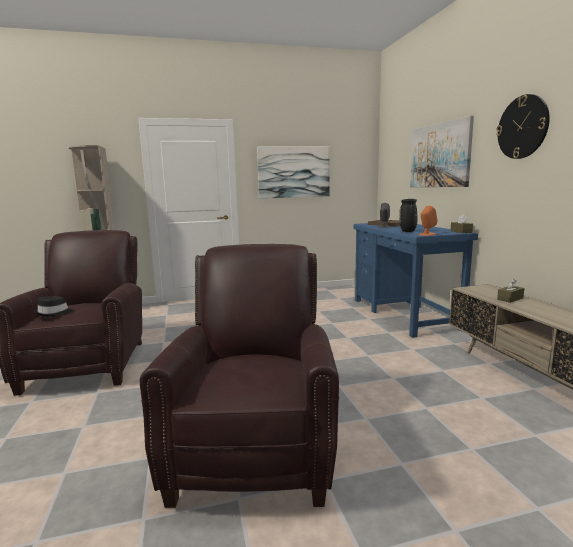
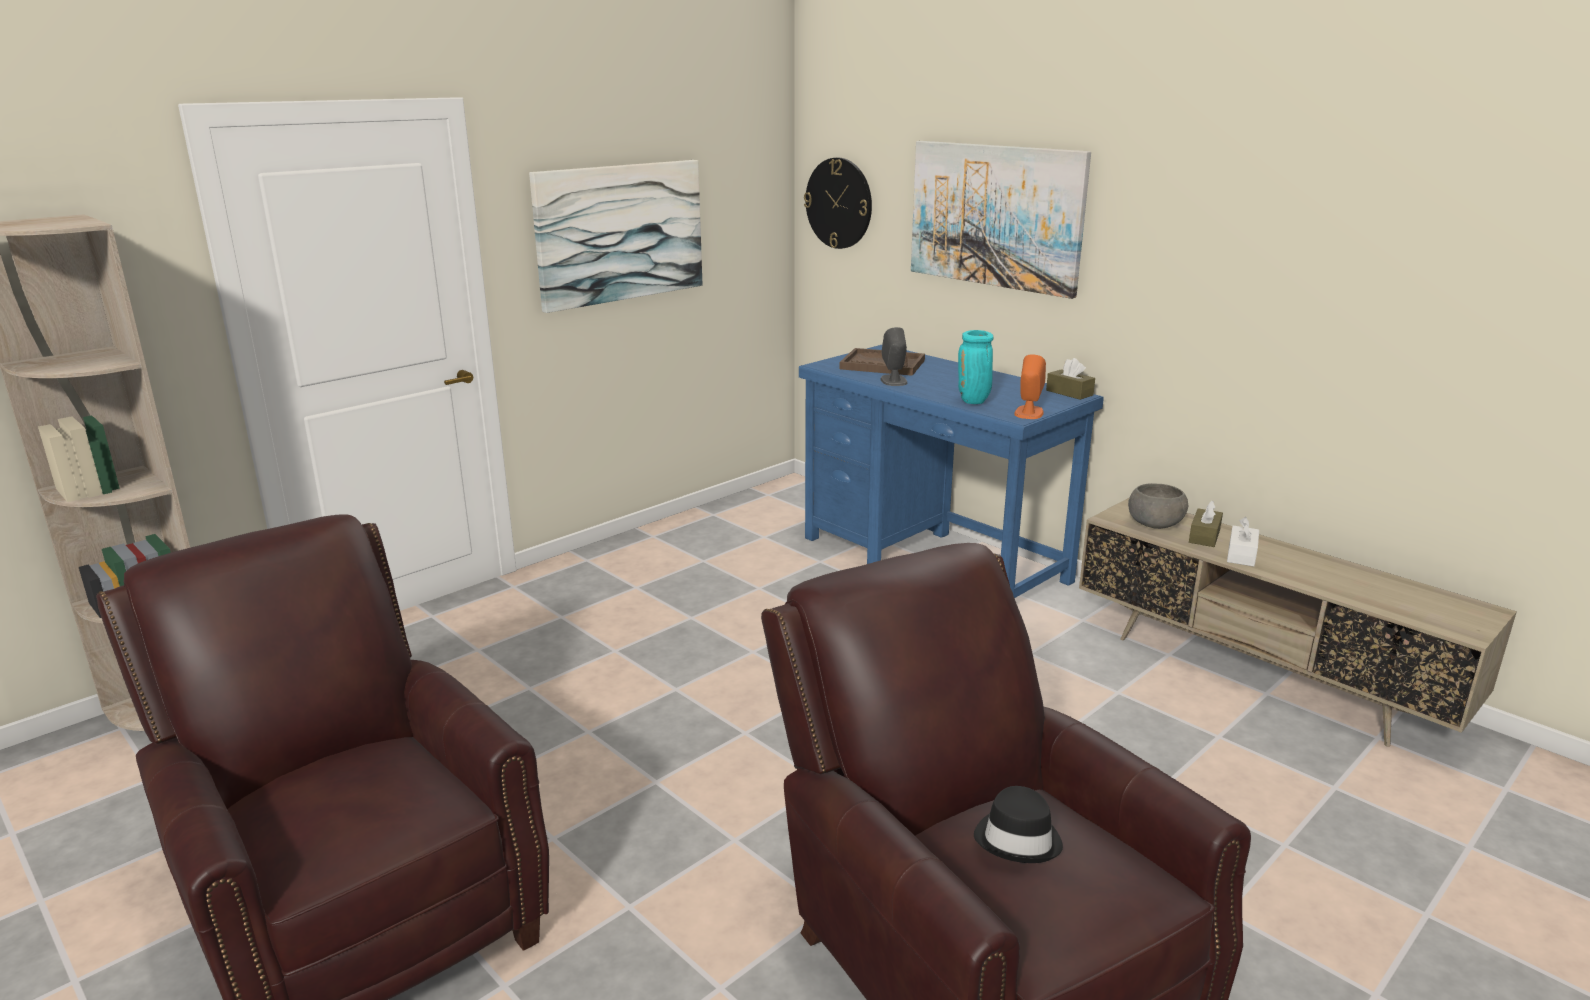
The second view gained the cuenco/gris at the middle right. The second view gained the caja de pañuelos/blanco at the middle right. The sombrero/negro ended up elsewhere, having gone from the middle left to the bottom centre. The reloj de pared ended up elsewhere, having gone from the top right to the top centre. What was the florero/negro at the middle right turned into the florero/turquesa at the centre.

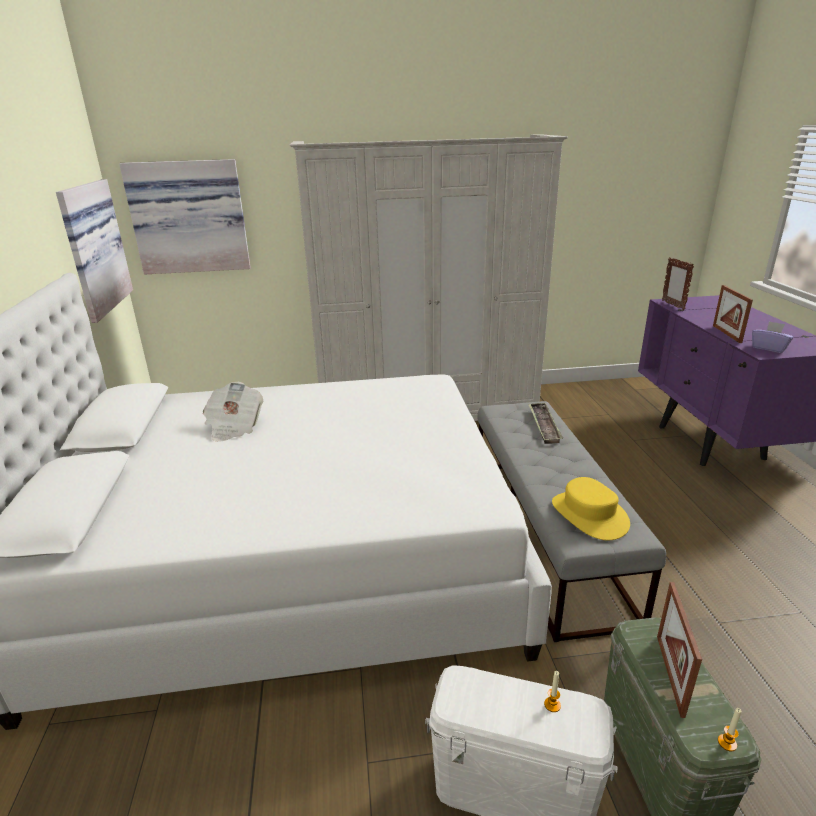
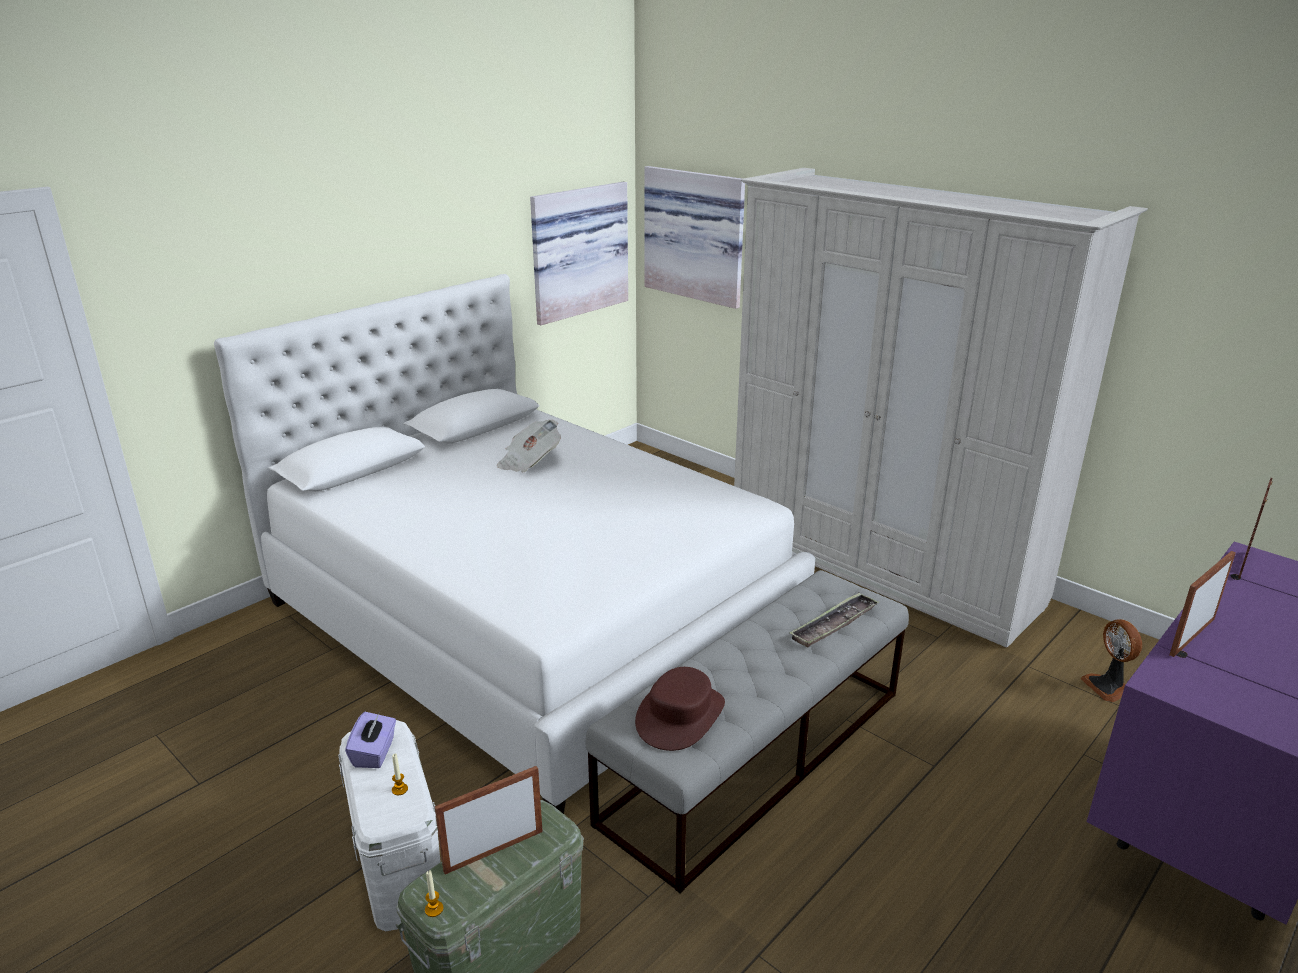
The second view gained the ventilador at the bottom right. The caja de pañuelos/morado ended up elsewhere, having gone from the middle right to the bottom left. What was the sombrero/amarillo at the middle right turned into the sombrero/marrón at the bottom centre.

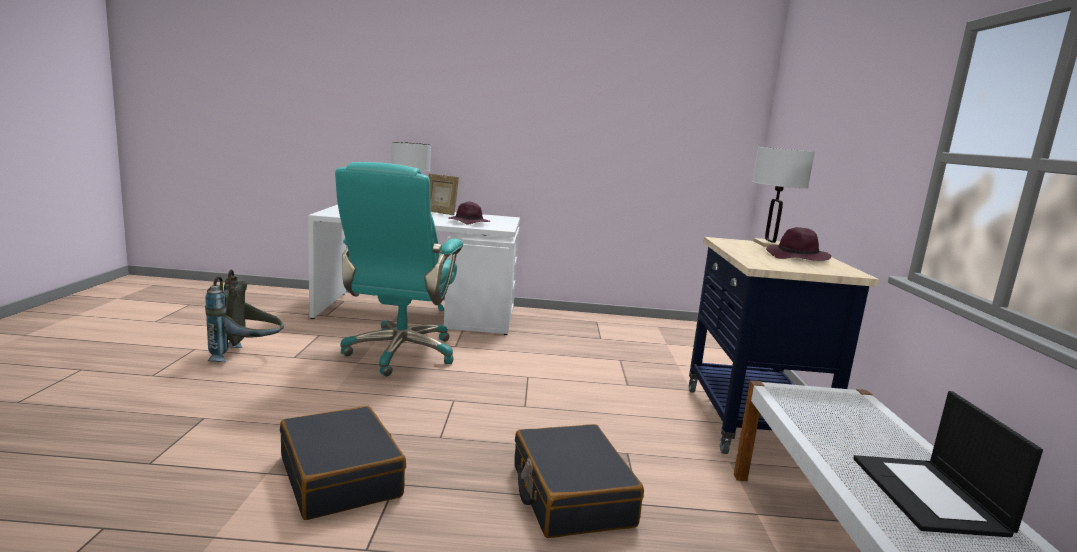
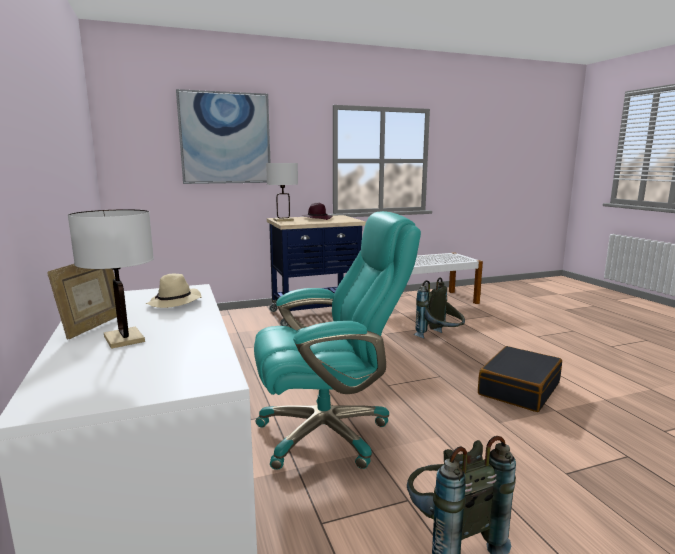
The second view lost the portátil at the bottom right. The second view gained the cuadro at the top left. Where the maleta/negro (2nd from left) stood at the bottom centre, the mochila/gris (1st from left) came to stand at the centre. What was the sombrero/morado (1st from left) at the centre turned into the sombrero/beis at the middle left.

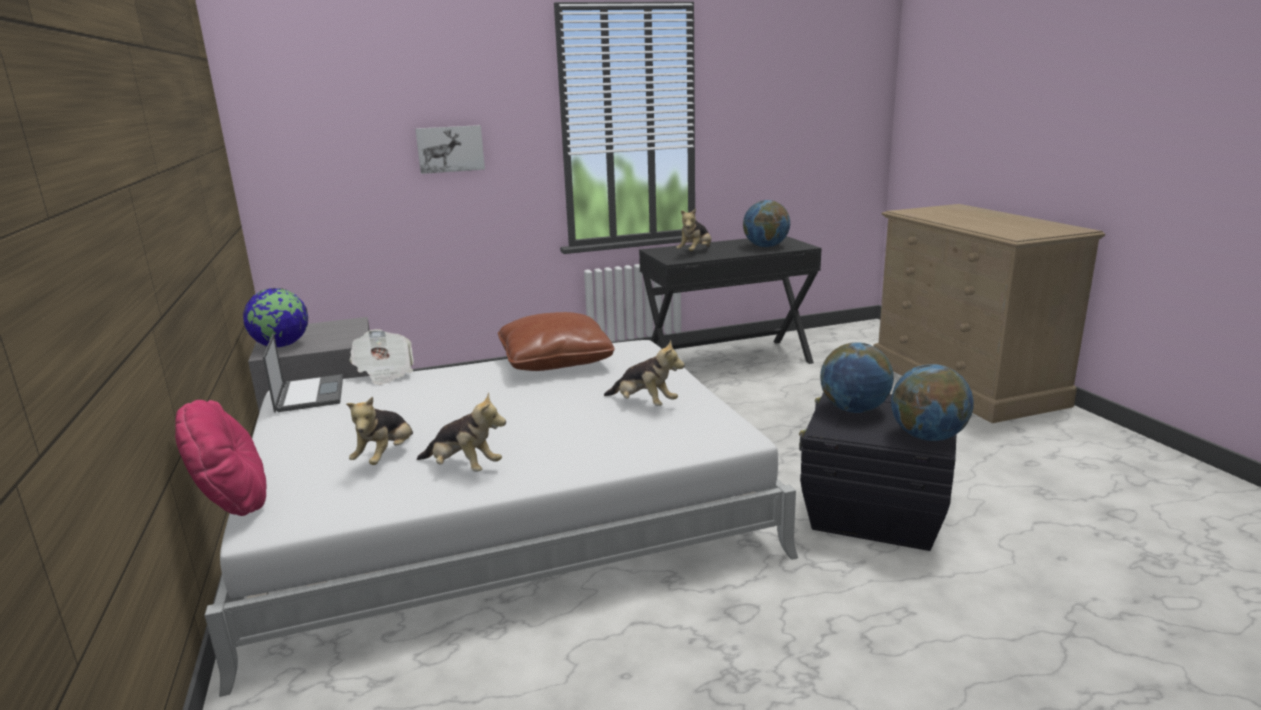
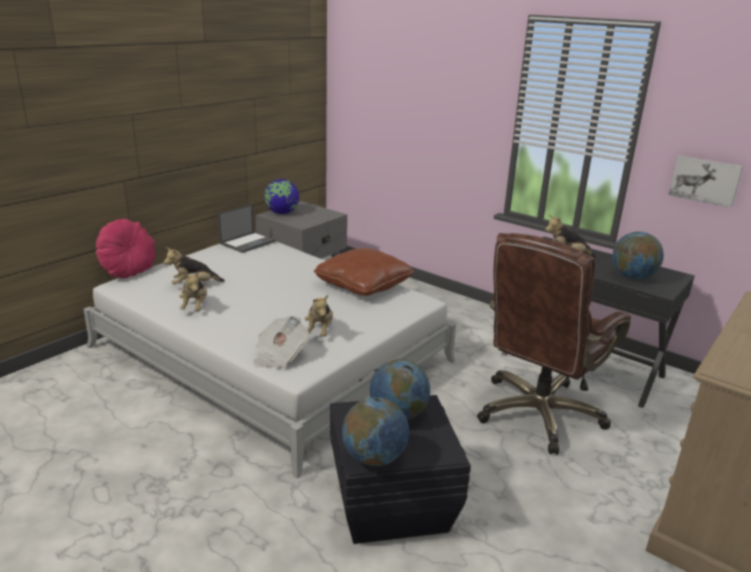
The second view gained the silla de oficina/marrón at the middle right. The periódico ended up elsewhere, having gone from the middle left to the centre. The cuadro ended up elsewhere, having gone from the top centre to the top right.

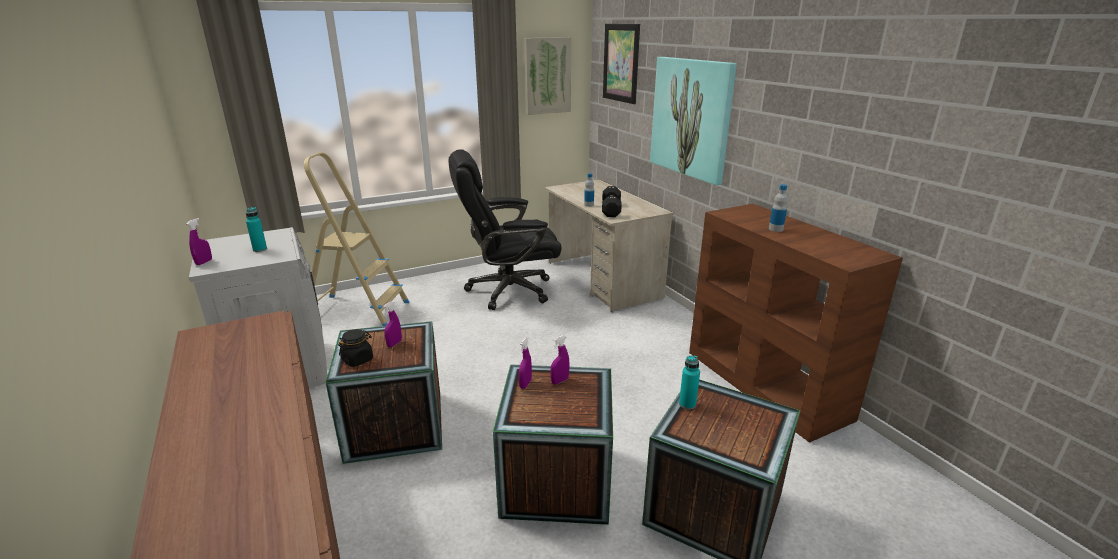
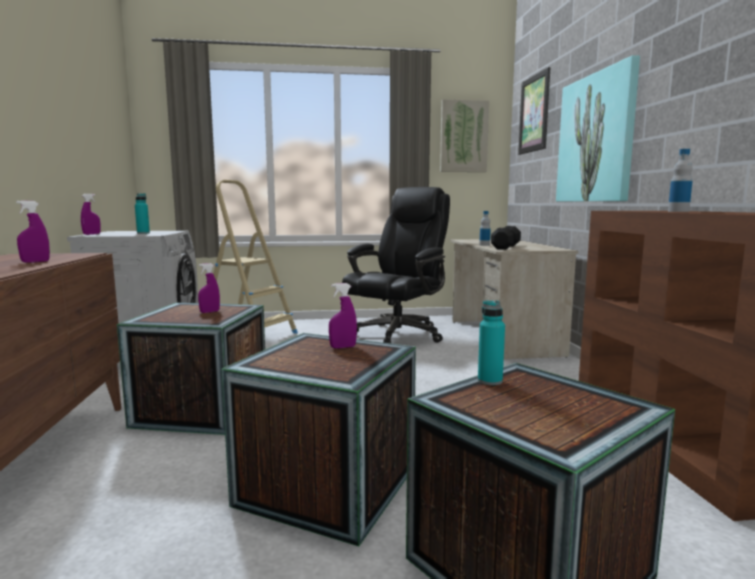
The second view lost the tarro/negro at the middle left. The pulverizador/morado (3rd from left in the first image) ended up elsewhere, having gone from the centre to the middle left. The silla de oficina/negro at the centre ended up facing another way, 120 degrees clockwise from before.

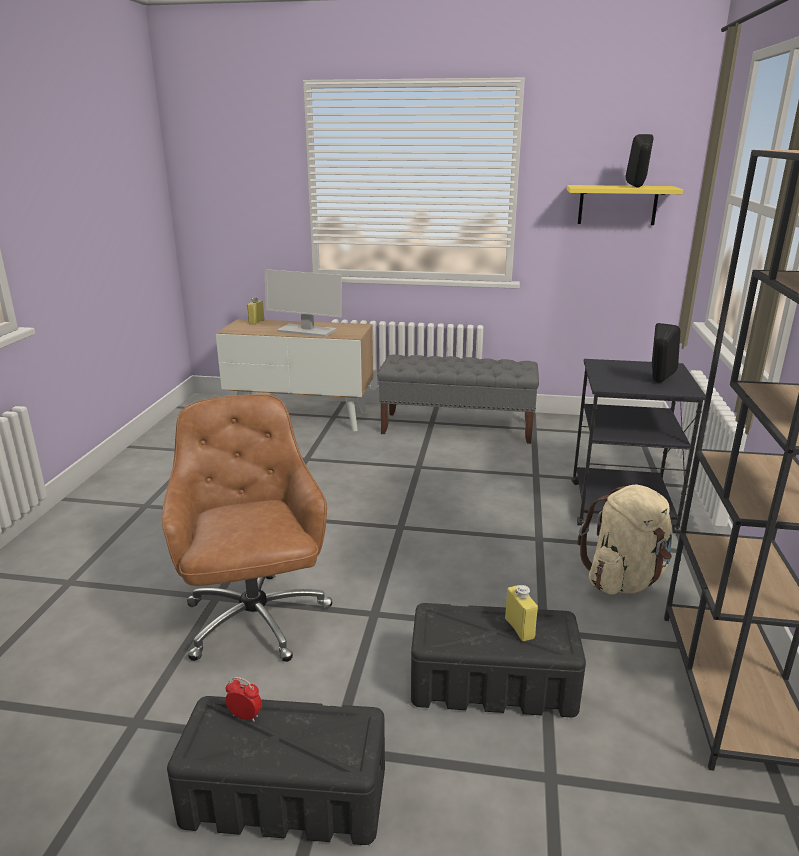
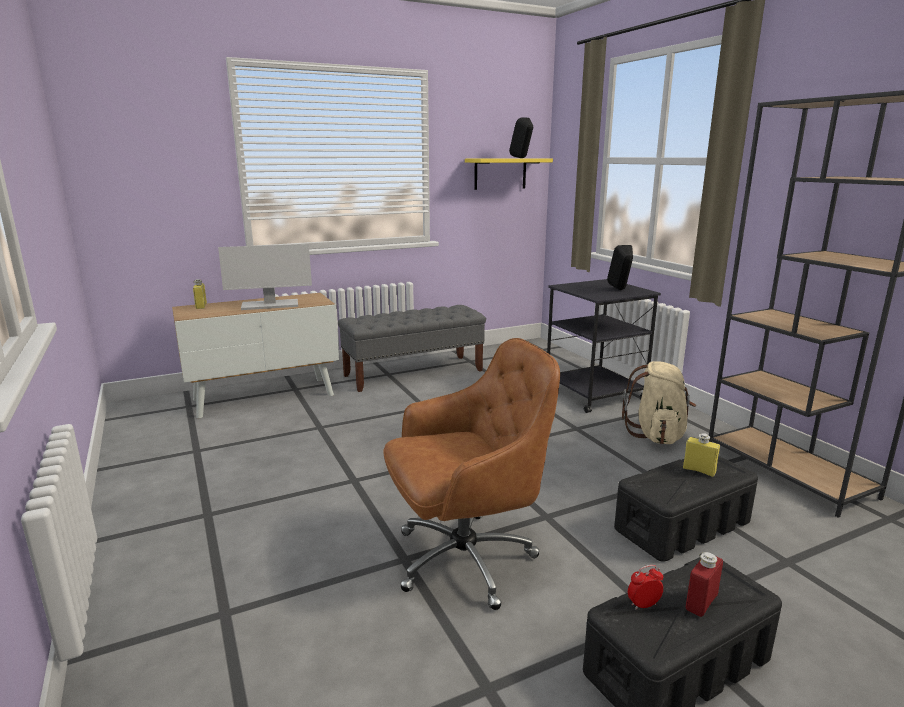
The second view gained the botella/rojo at the bottom right. The silla de oficina/marrón at the middle left ended up facing another way, 120 degrees clockwise from before.

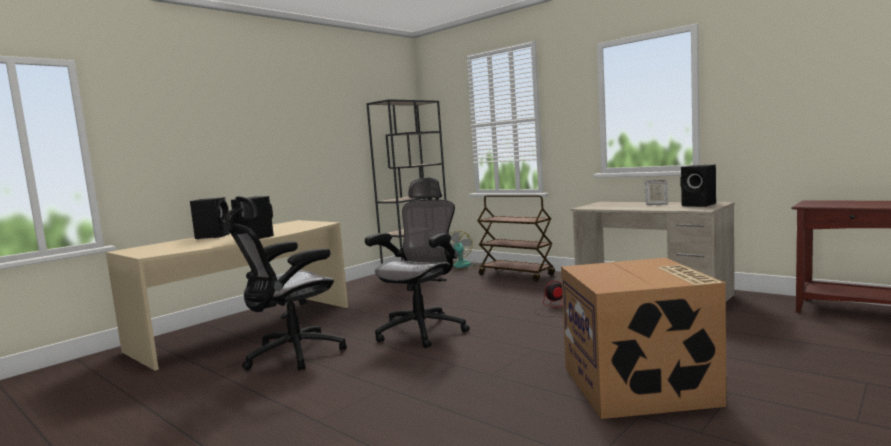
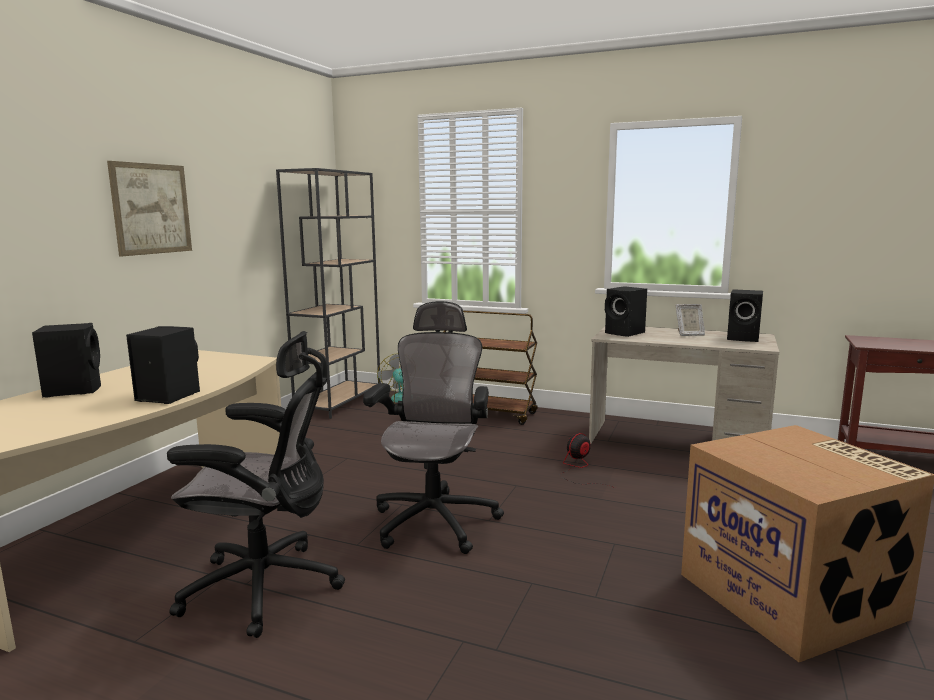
The second view gained the cuadro at the top left. The second view gained the altavoz/negro (3rd from left) at the middle right. The silla de oficina (1st from left) at the middle left ended up facing another way, 120 degrees counterclockwise from before.

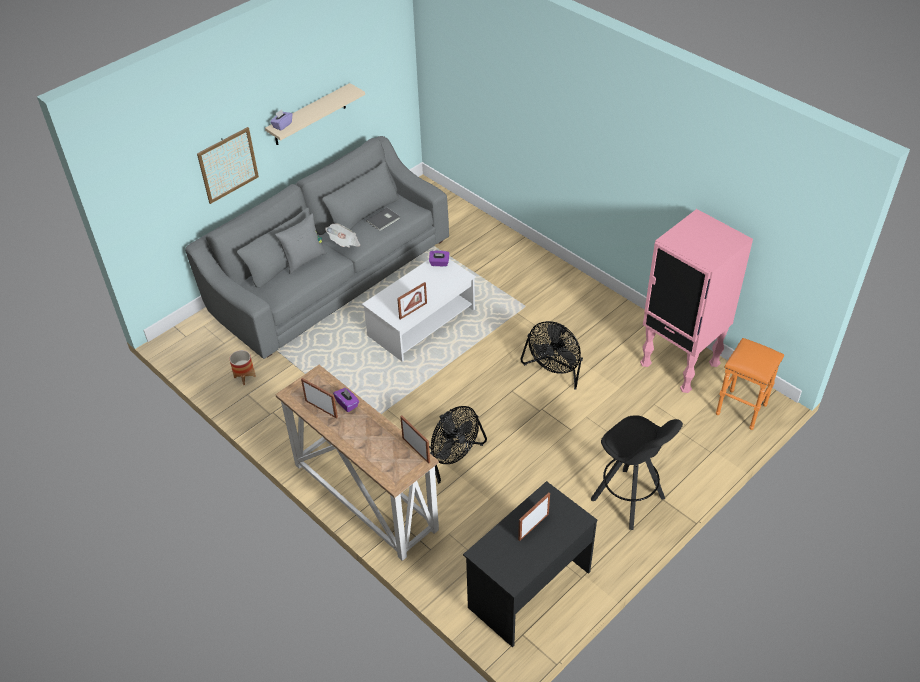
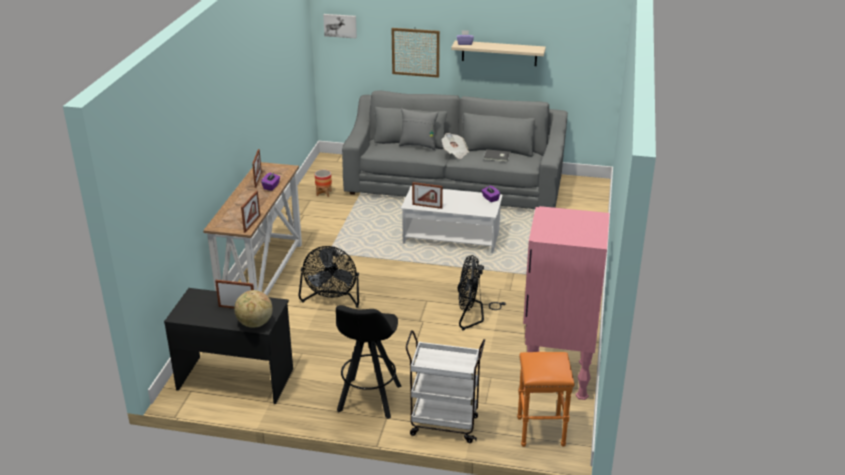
The second view gained the globo terráqueo at the middle left. The second view gained the cuadro (1st from left) at the top centre. The second view gained the carrito/blanco at the bottom centre.

